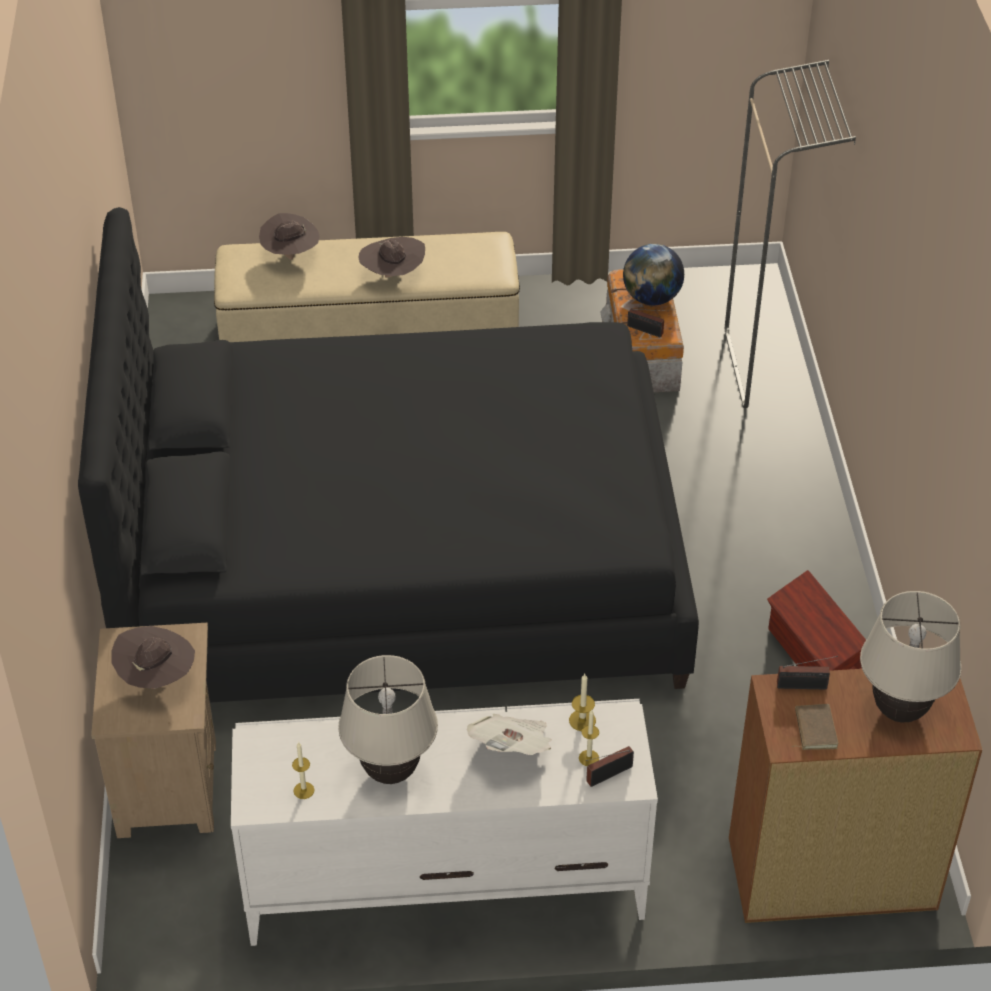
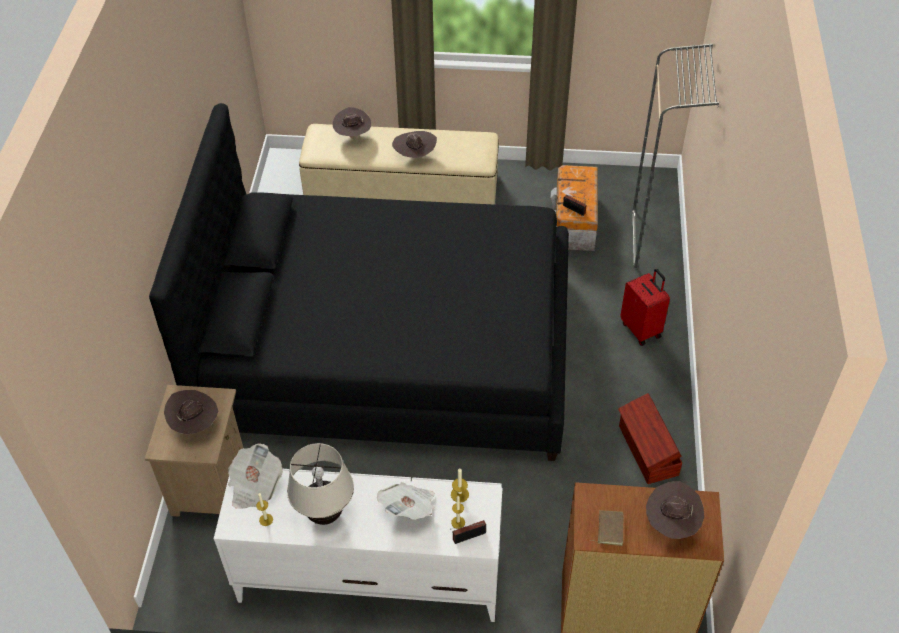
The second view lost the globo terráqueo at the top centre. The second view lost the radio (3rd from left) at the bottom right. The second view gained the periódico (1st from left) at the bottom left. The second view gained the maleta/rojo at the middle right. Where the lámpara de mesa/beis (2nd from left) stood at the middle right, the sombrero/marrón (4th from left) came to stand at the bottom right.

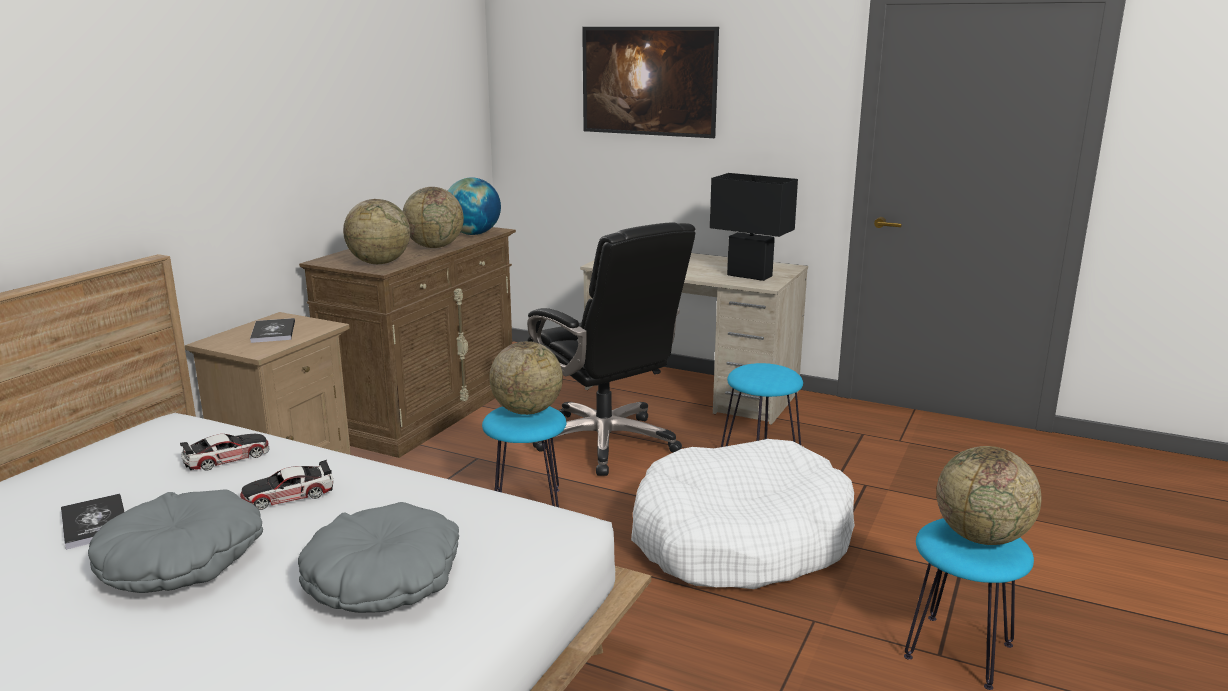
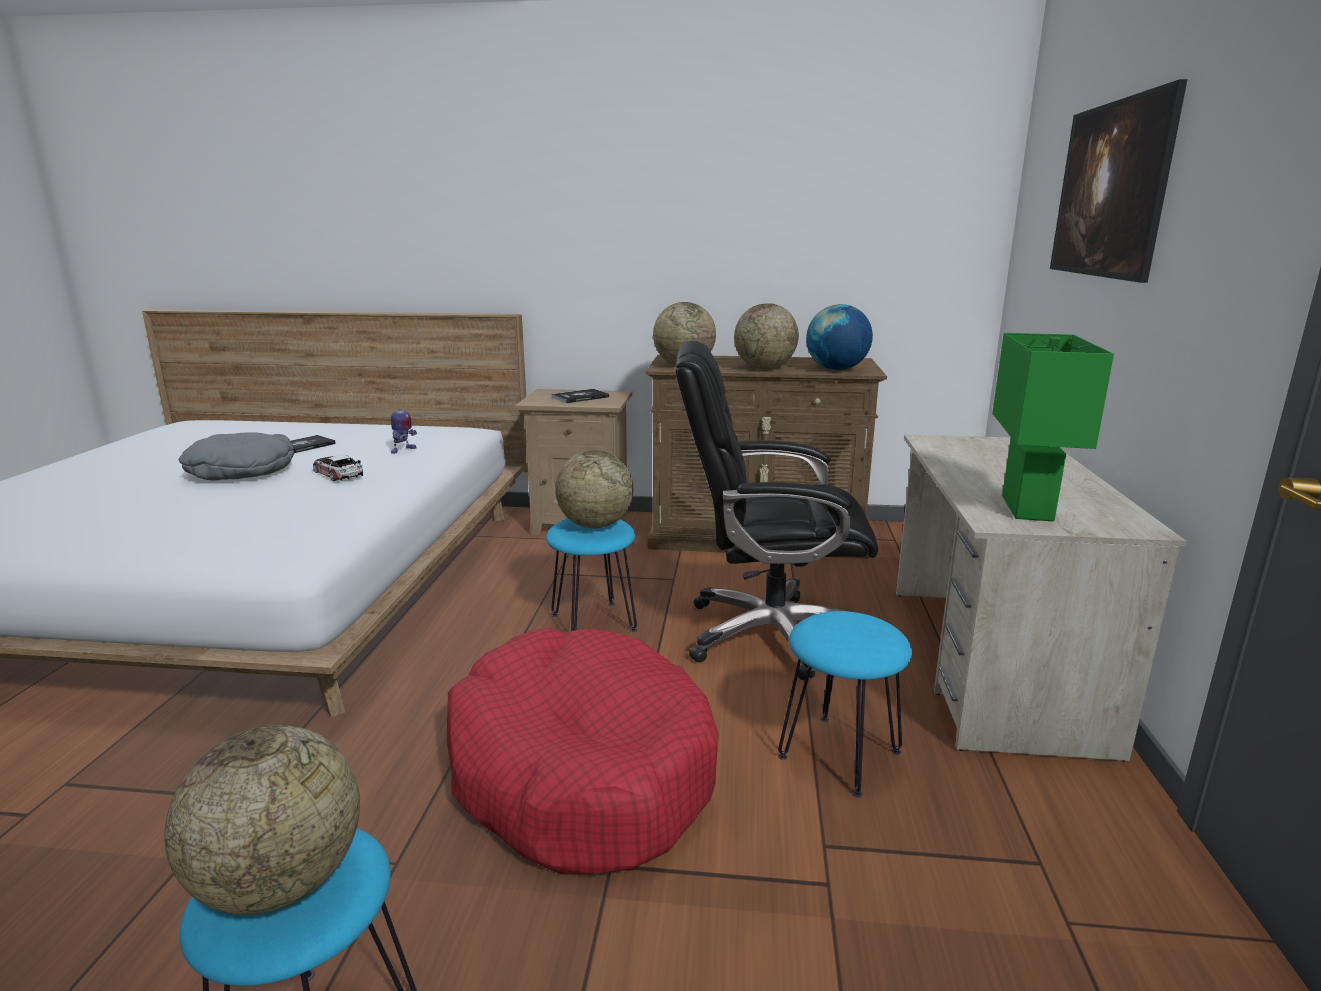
The second view lost the cojín/gris (2nd from left) at the bottom left. Where the coche de juguete (1st from left) stood at the middle left, the robot de juguete came to stand at the middle left. What was the cama para perro/blanco at the bottom centre turned into the cama para perro/rojo at the bottom centre. What was the lámpara de mesa/negro at the top centre turned into the lámpara de mesa/verde at the middle right. The silla de oficina/negro at the centre ended up facing another way, 60 degrees clockwise from before.

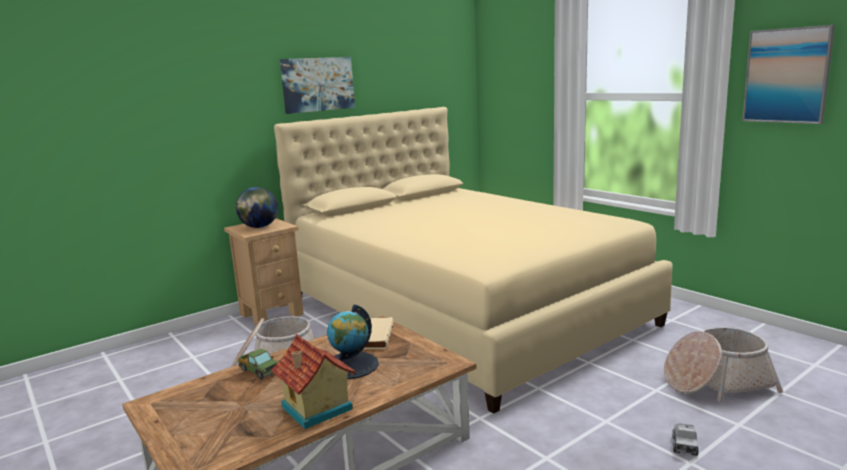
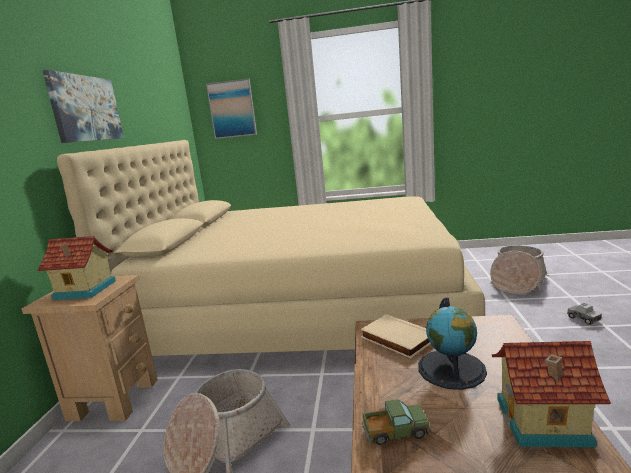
The cuadro (2nd from left) ended up elsewhere, having gone from the top right to the top centre. Where the globo terráqueo (1st from left) stood at the middle left, the casita (1st from left) came to stand at the middle left.

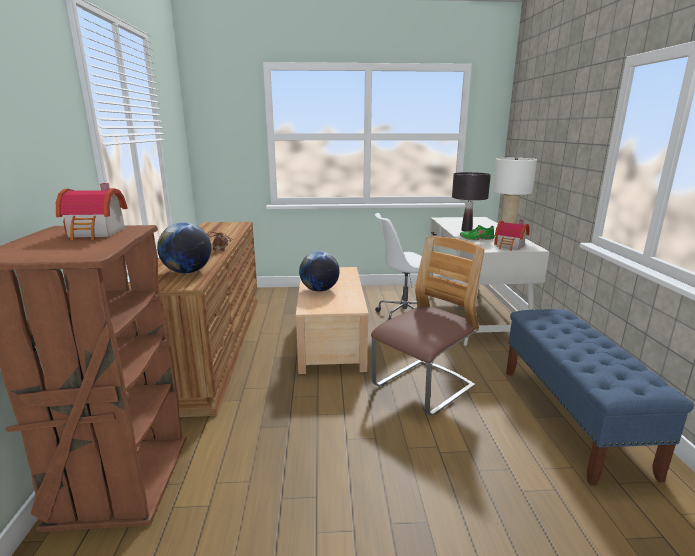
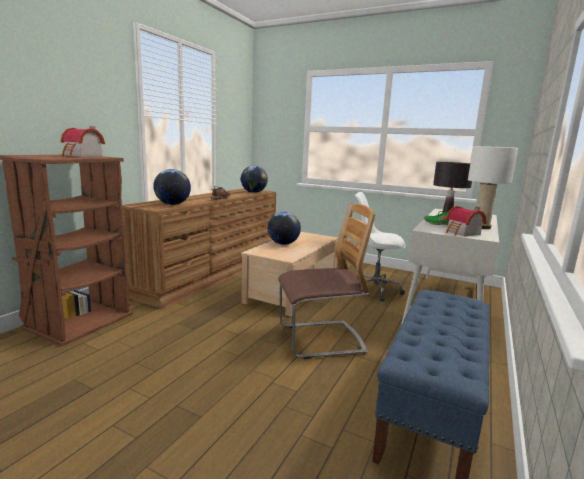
The second view gained the globo terráqueo (2nd from left) at the centre.

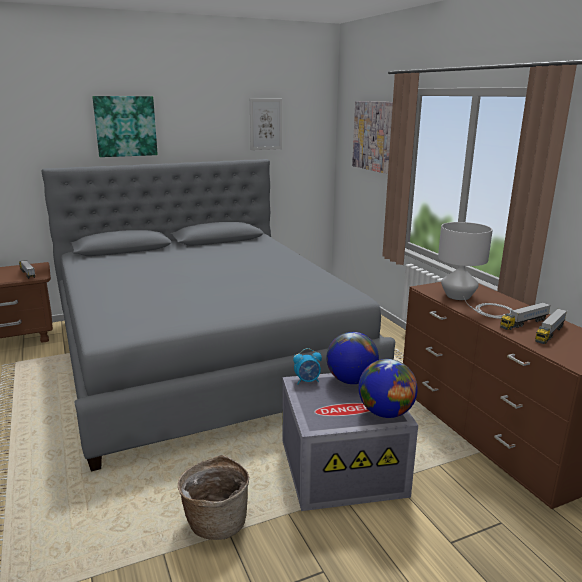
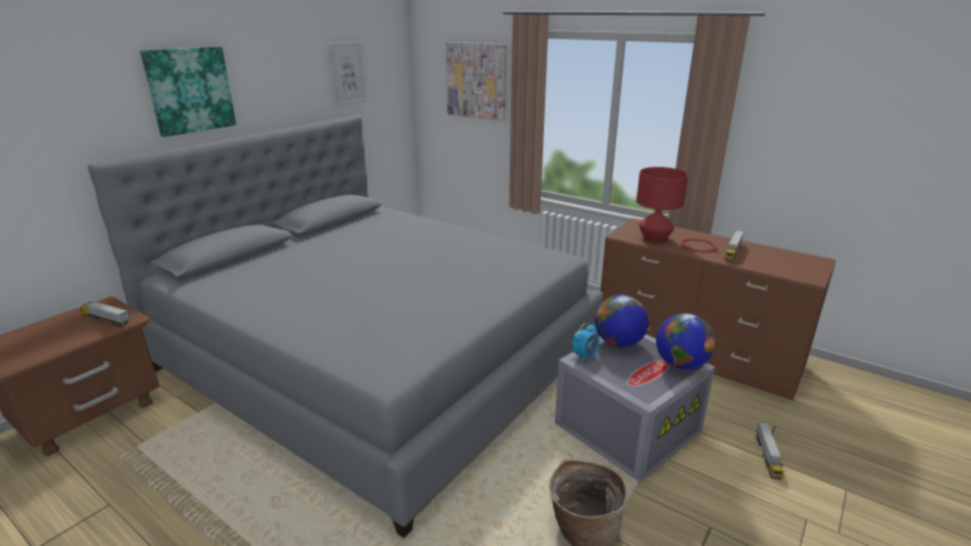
The camión de juguete (3rd from left) ended up elsewhere, having gone from the middle right to the bottom right. What was the lámpara de mesa/gris at the middle right turned into the lámpara de mesa/rojo at the middle right.

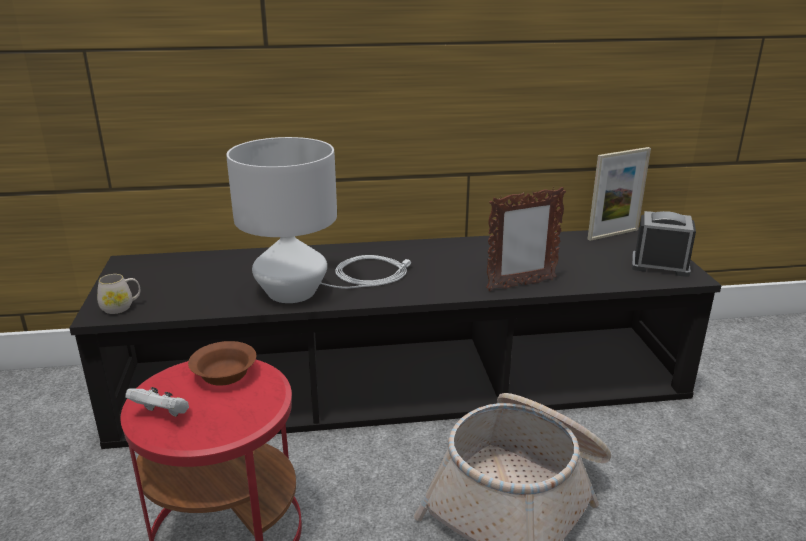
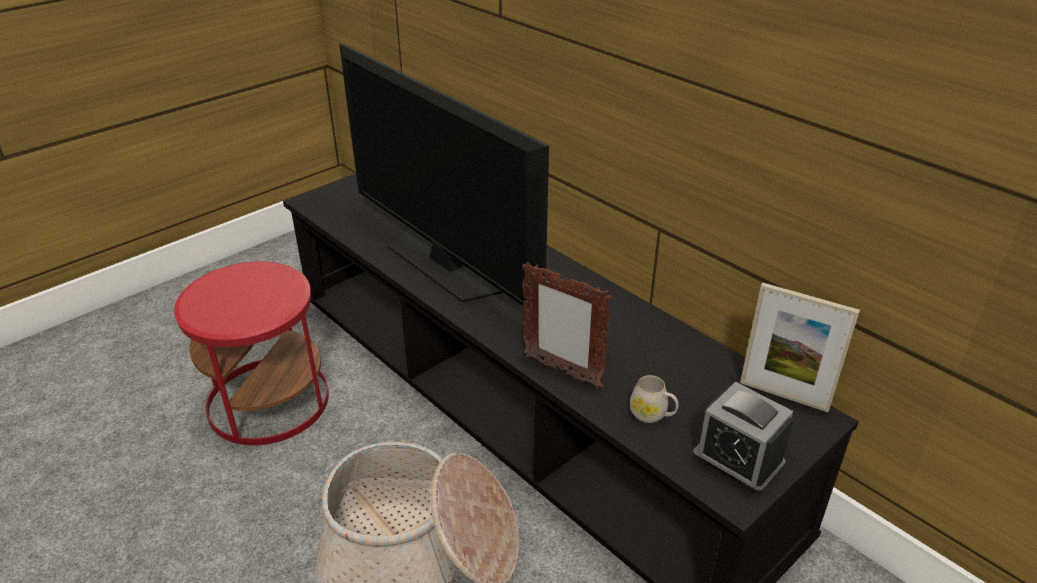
The second view lost the mando de consola/blanco at the bottom left. The second view lost the cuenco/marrón at the bottom left. The taza grande/blanco ended up elsewhere, having gone from the middle left to the bottom centre. Where the lámpara de mesa/blanco stood at the centre, the televisor came to stand at the top centre. The despertador at the middle right ended up facing another way, 150 degrees clockwise from before.

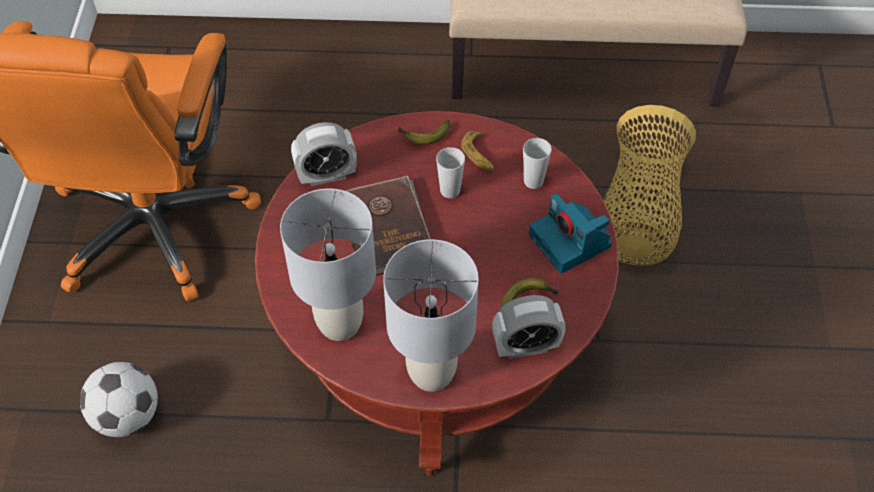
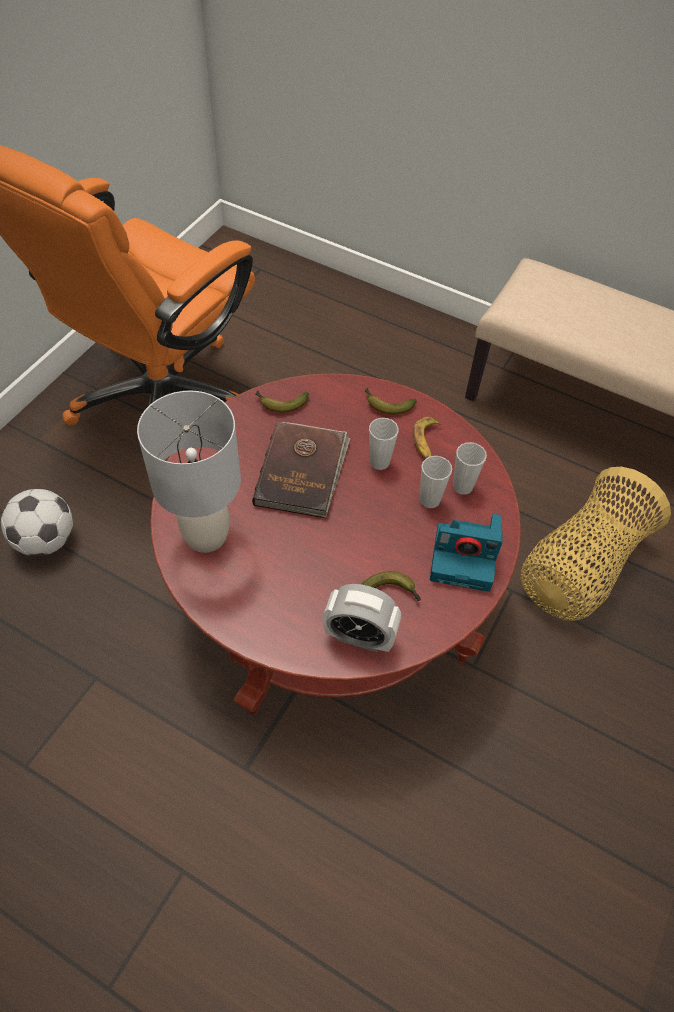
The second view lost the lámpara de mesa/gris (2nd from left) at the centre. The second view gained the taza (2nd from left) at the centre. Where the despertador (1st from left) stood at the top centre, the plátano (1st from left) came to stand at the centre. The cámara at the centre ended up facing another way, 75 degrees counterclockwise from before.

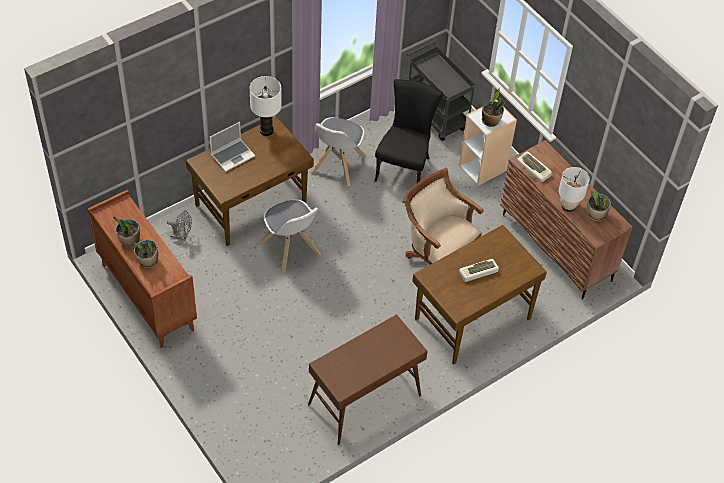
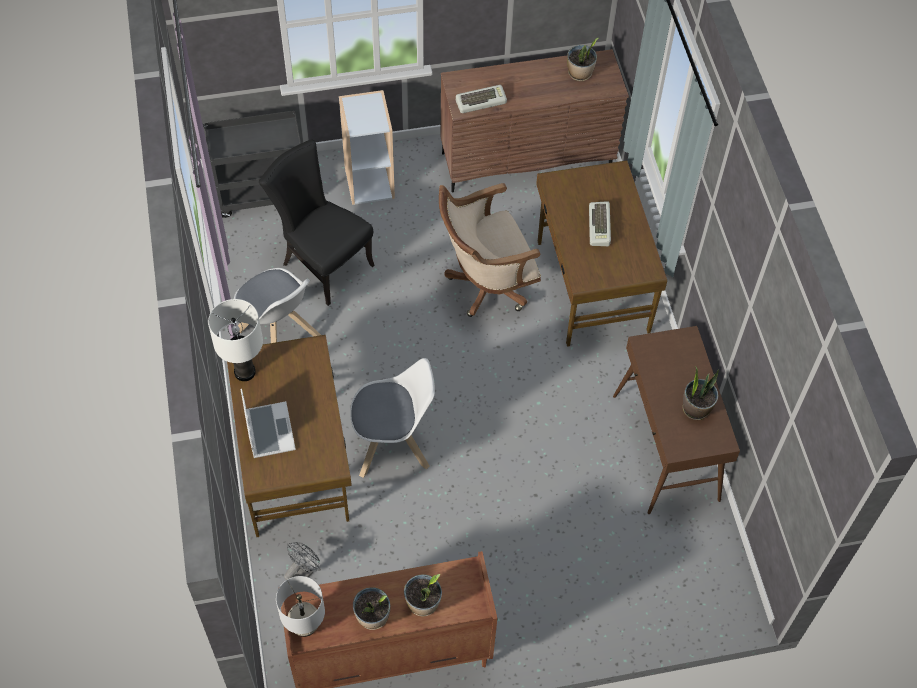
The planta en maceta (3rd from left in the first image) ended up elsewhere, having gone from the top right to the middle right. The lámpara de mesa/blanco (2nd from left) ended up elsewhere, having gone from the middle right to the bottom left.

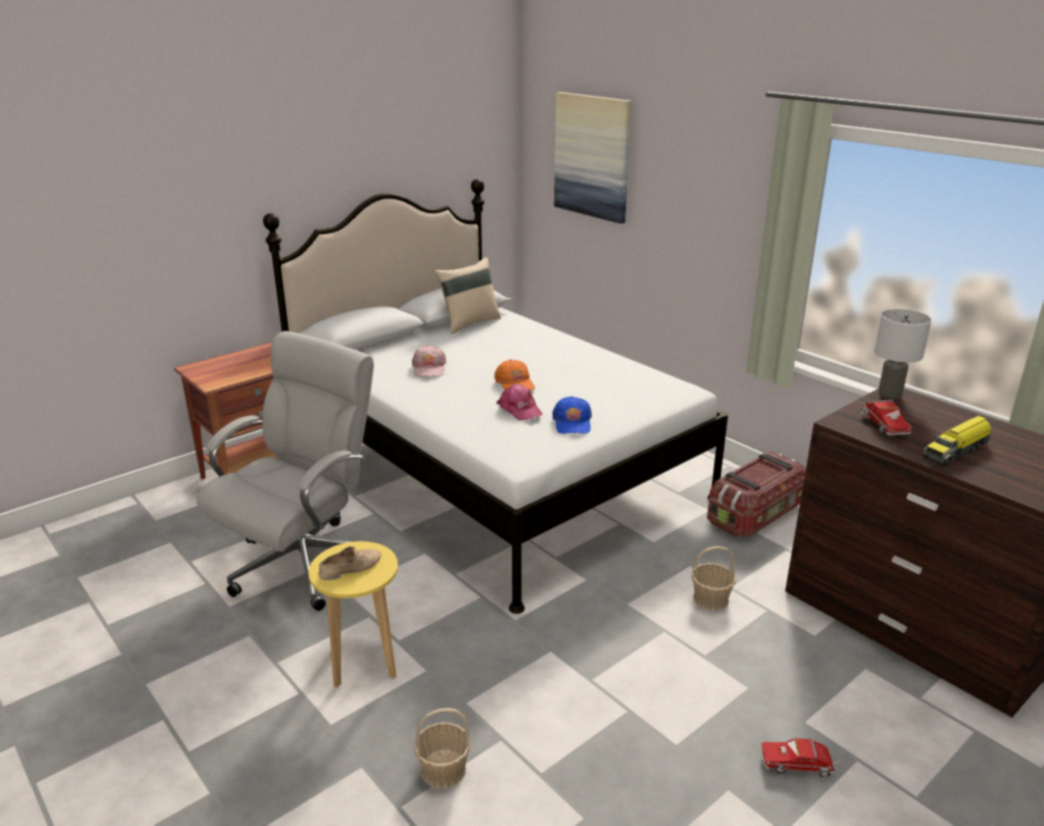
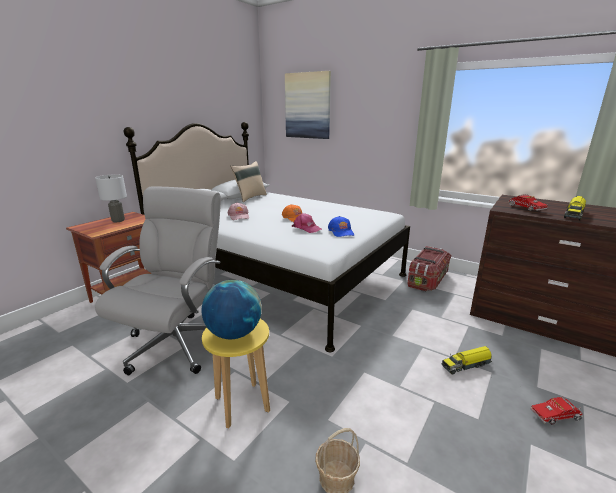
The second view lost the cesta (2nd from left) at the bottom right. The second view gained the camión de juguete (1st from left) at the bottom right. The lámpara de mesa/blanco ended up elsewhere, having gone from the middle right to the middle left. Where the zapato/beis stood at the bottom centre, the globo terráqueo came to stand at the centre.

